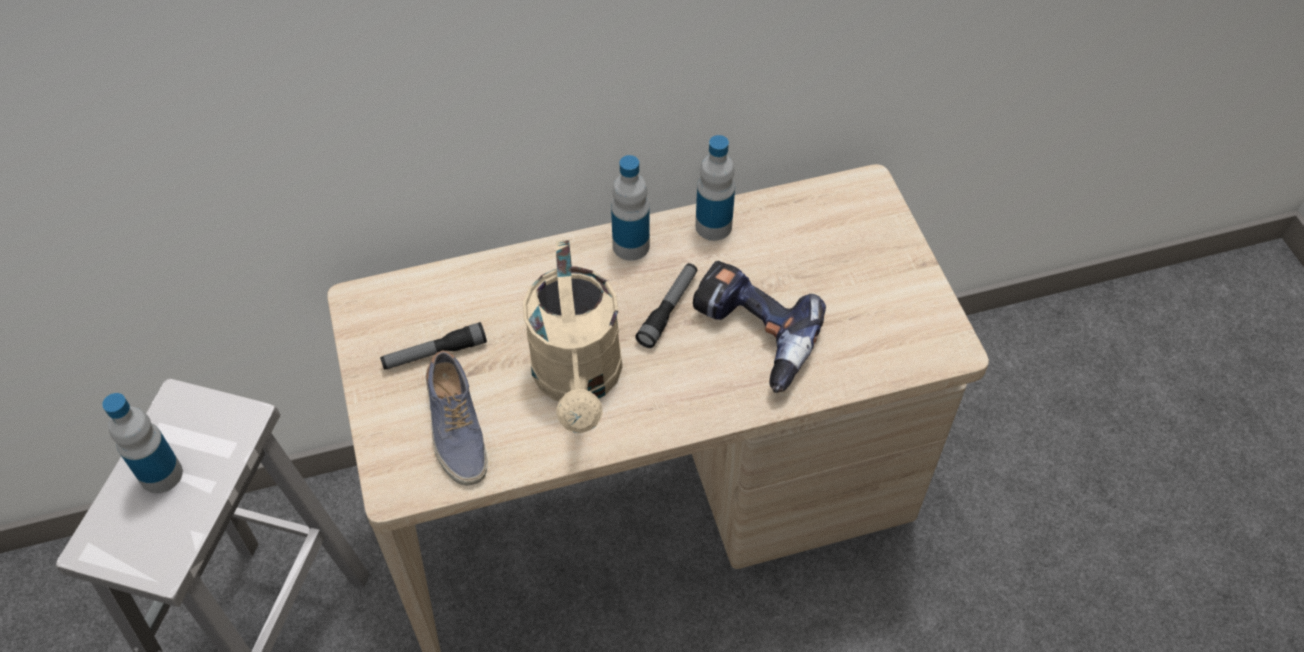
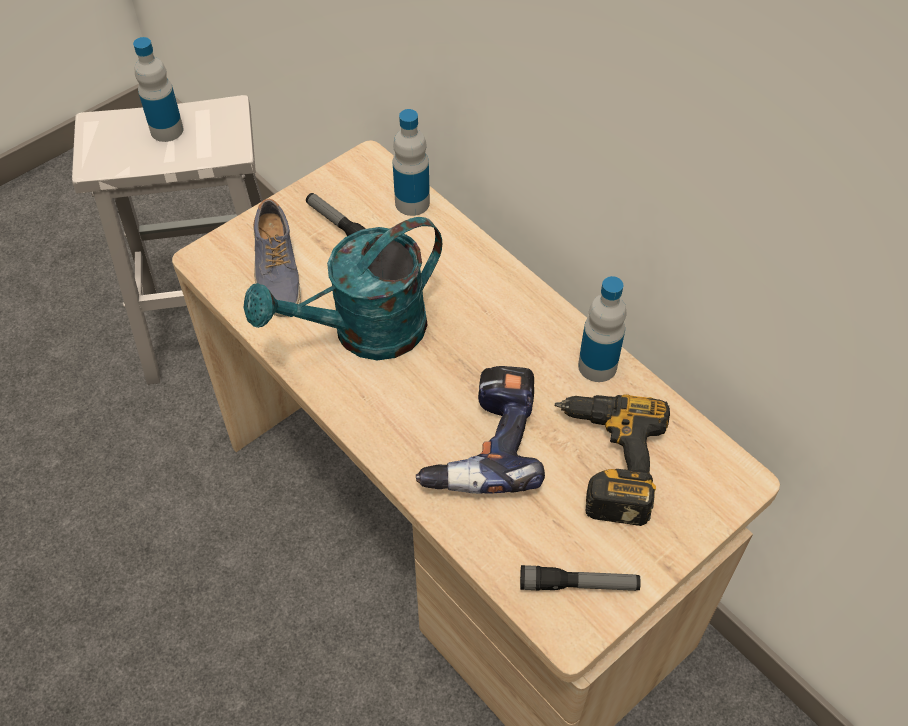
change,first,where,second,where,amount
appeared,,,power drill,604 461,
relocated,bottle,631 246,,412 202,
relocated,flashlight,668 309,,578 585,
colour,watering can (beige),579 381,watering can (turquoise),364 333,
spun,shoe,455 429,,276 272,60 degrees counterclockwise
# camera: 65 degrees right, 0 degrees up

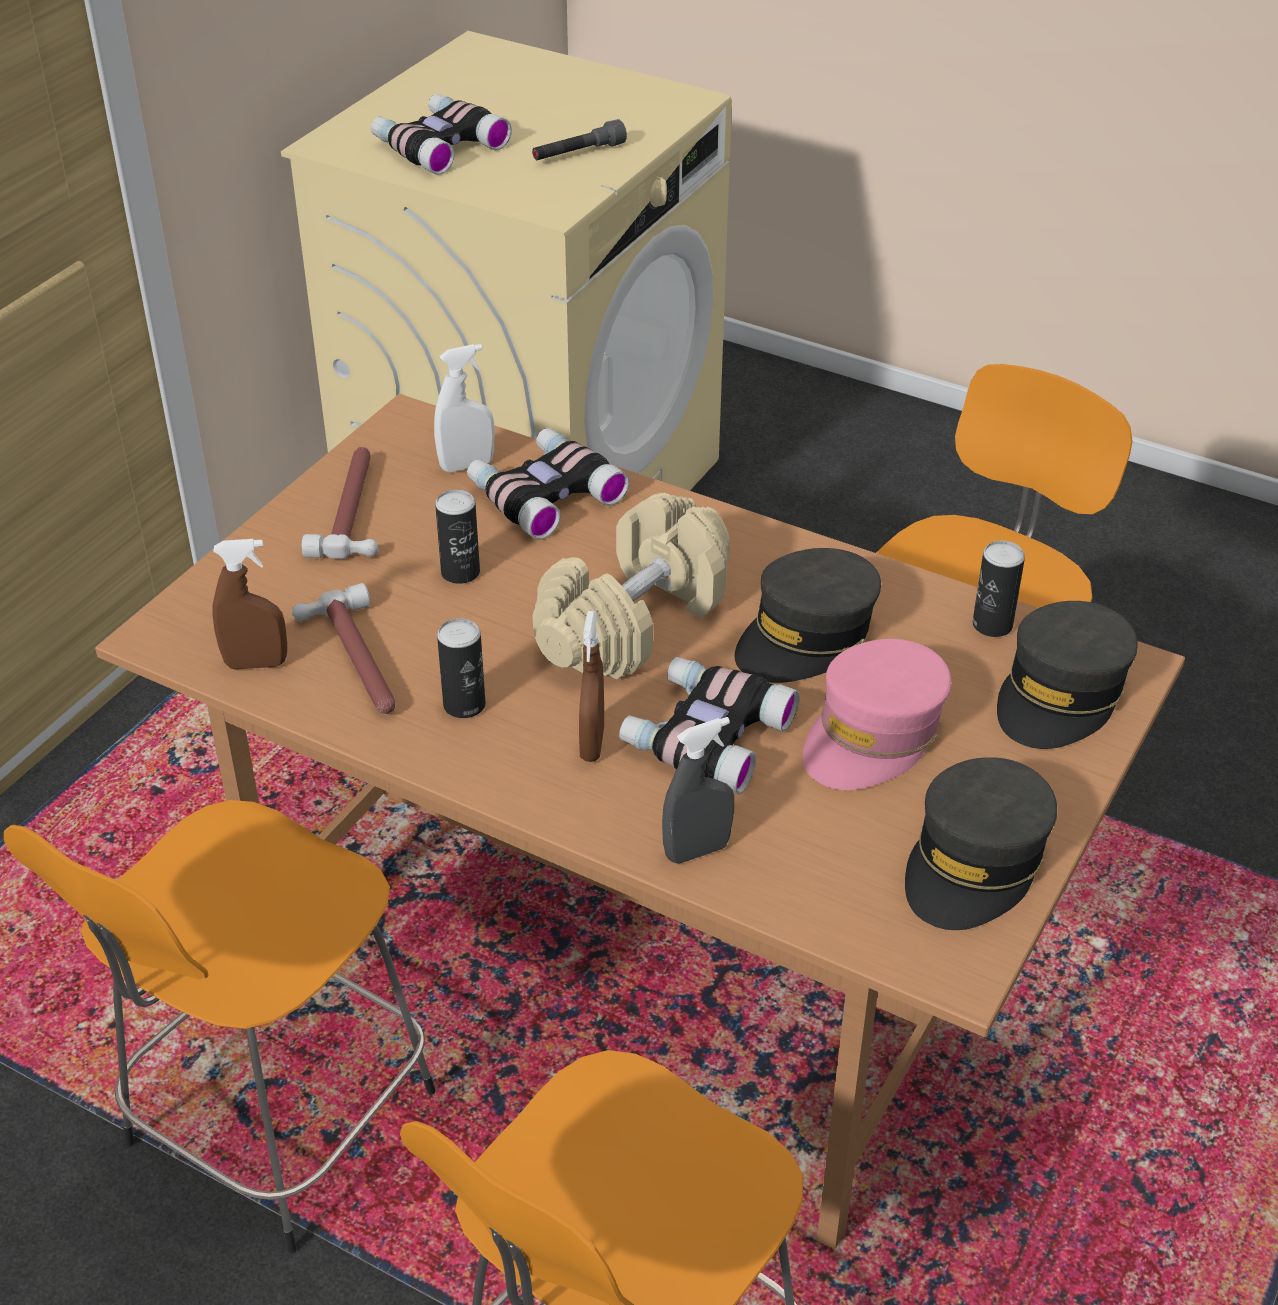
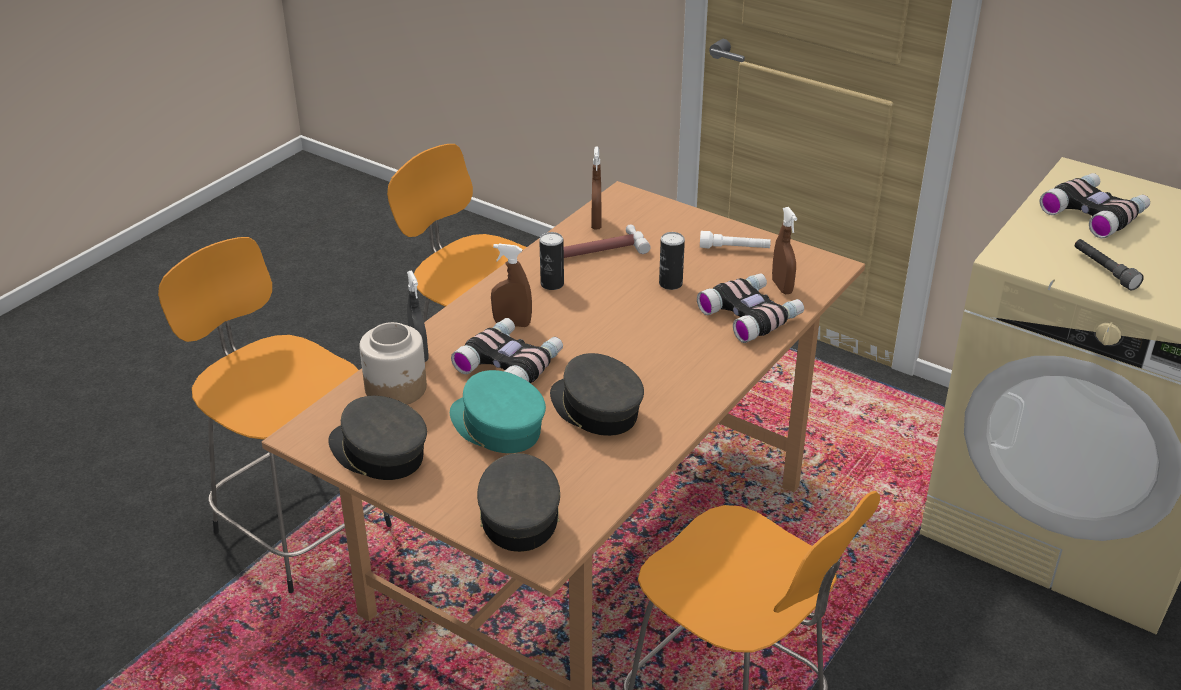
change,first,where,second,where,amount
missing,dumbbell (beige),634 622,,,
missing,can,992 625,,,
appeared,,,jar,396 388,
exchanged,hammer,354 509,flashlight (white),734 249,
colour,spray bottle (white),466 465,spray bottle (brown),782 287,
colour,cap (pink),873 734,cap (turquoise),497 427,
spun,cap (grey),1061 694,,518 515,45 degrees clockwise
# camera: 95 degrees right, 5 degrees down

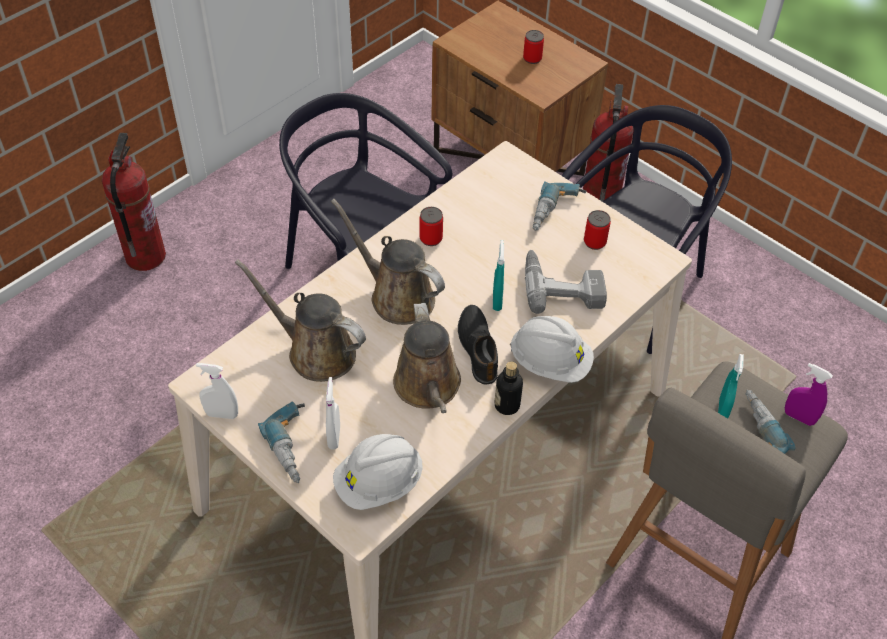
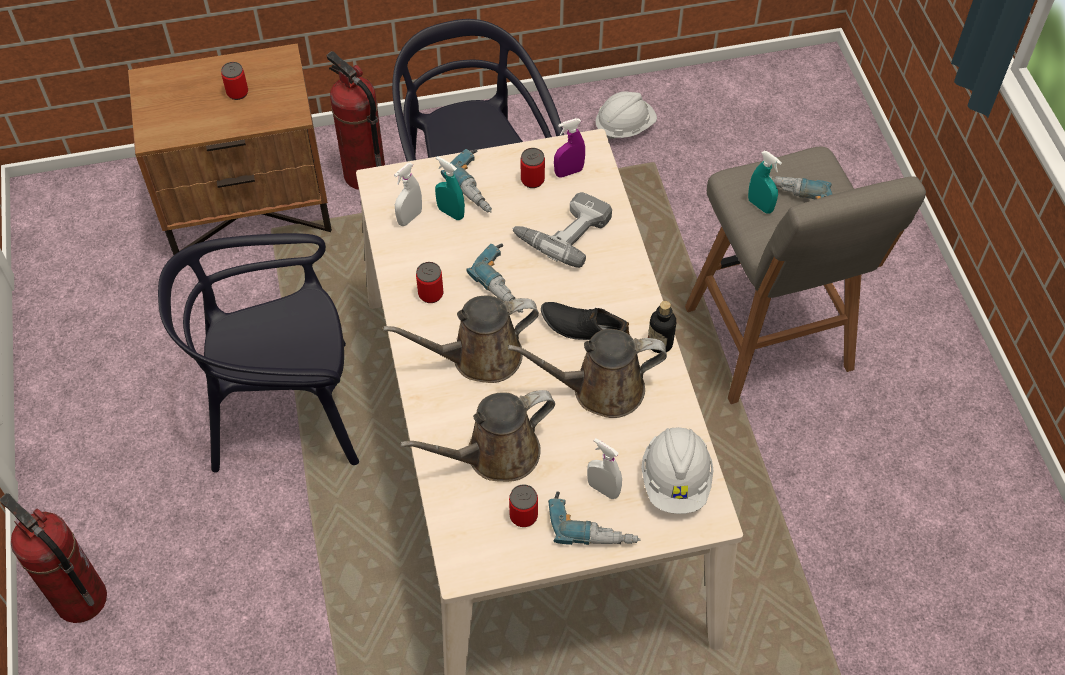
change,first,where,second,where,amount
appeared,,,power drill,506 283,
appeared,,,can,523 516,
relocated,spray bottle (white),222 414,,409 218,
relocated,spray bottle (turquoise),497 300,,450 213,
relocated,hard hat (white),550 363,,624 127,
relocated,spray bottle (purple),799 417,,569 172,
spun,watering can (brown),428 387,,600 389,150 degrees clockwise
# camera: 55 degrees left, 5 degrees up

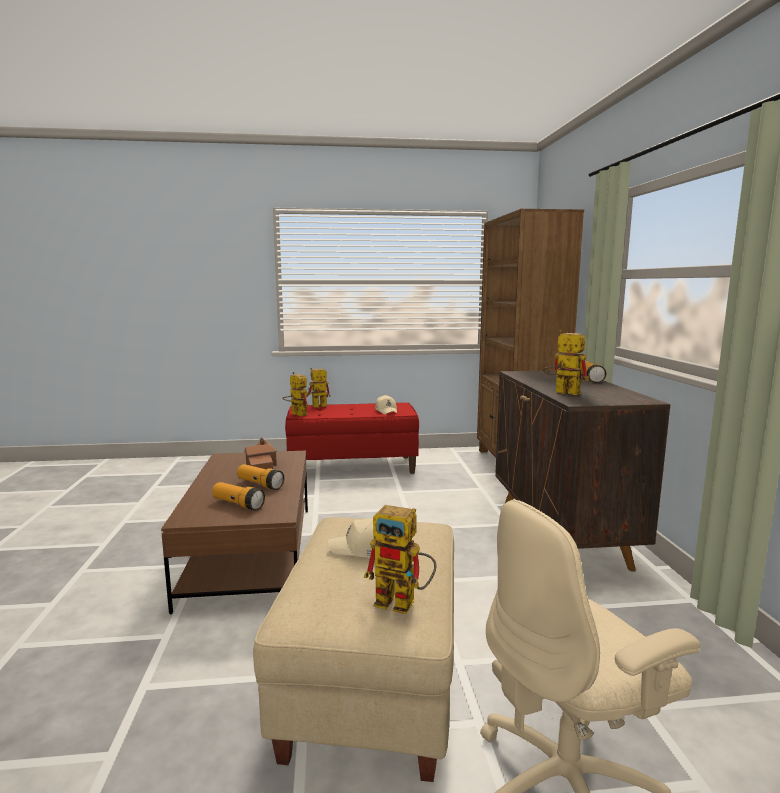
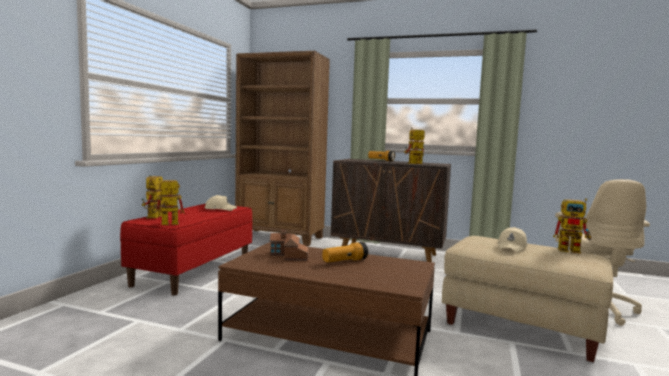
change,first,where,second,where,amount
missing,flashlight,238 504,,,
spun,toy robot,404 602,,573 250,60 degrees clockwise
# camera: 65 degrees left, 5 degrees down

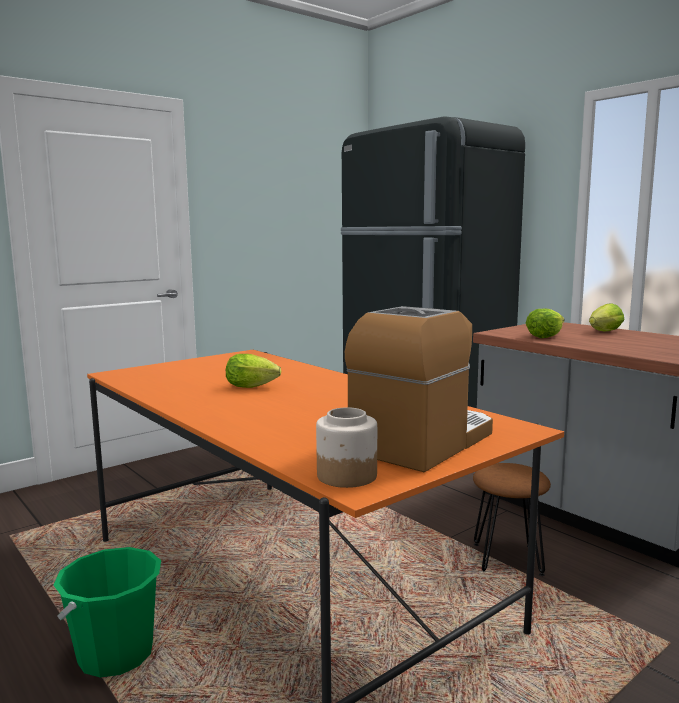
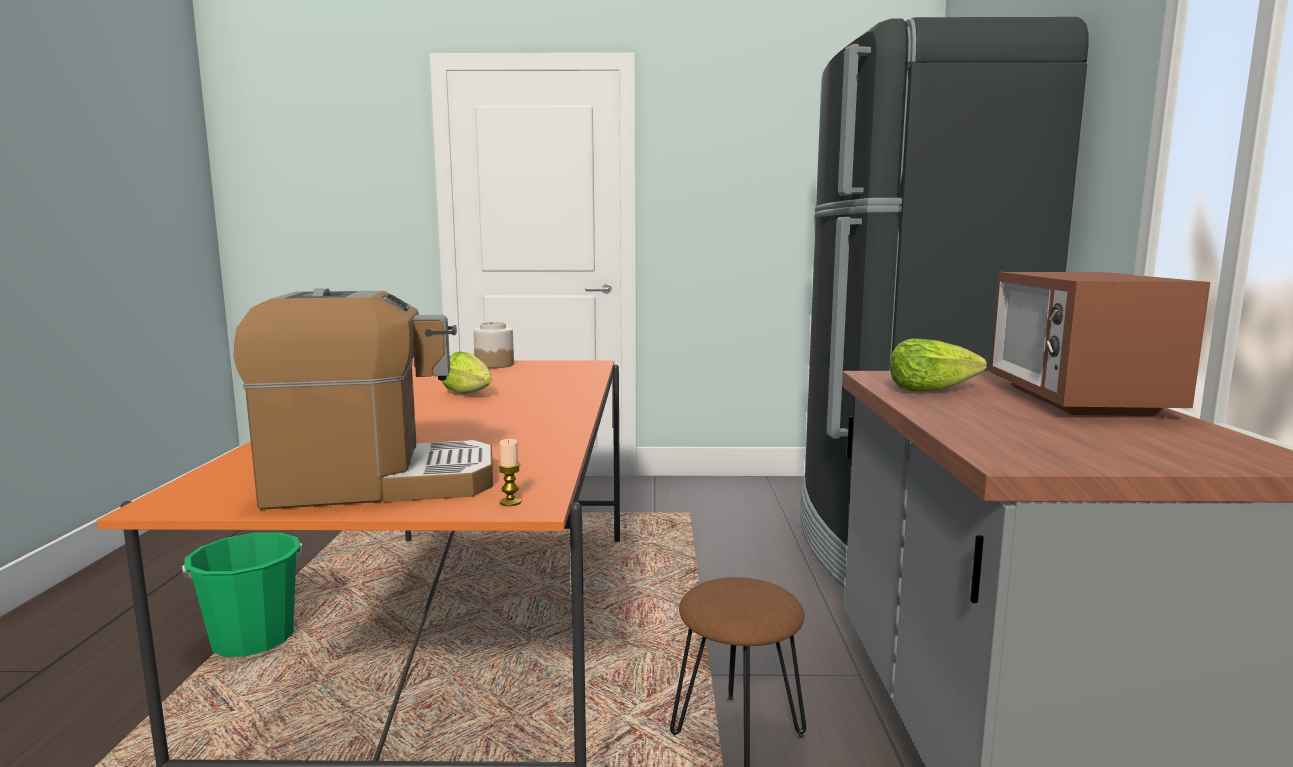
change,first,where,second,where,amount
appeared,,,candle,510 502,
relocated,jar,346 476,,494 365,
exchanged,lettuce,603 332,microwave,1076 400,
# camera: 40 degrees right, 0 degrees up

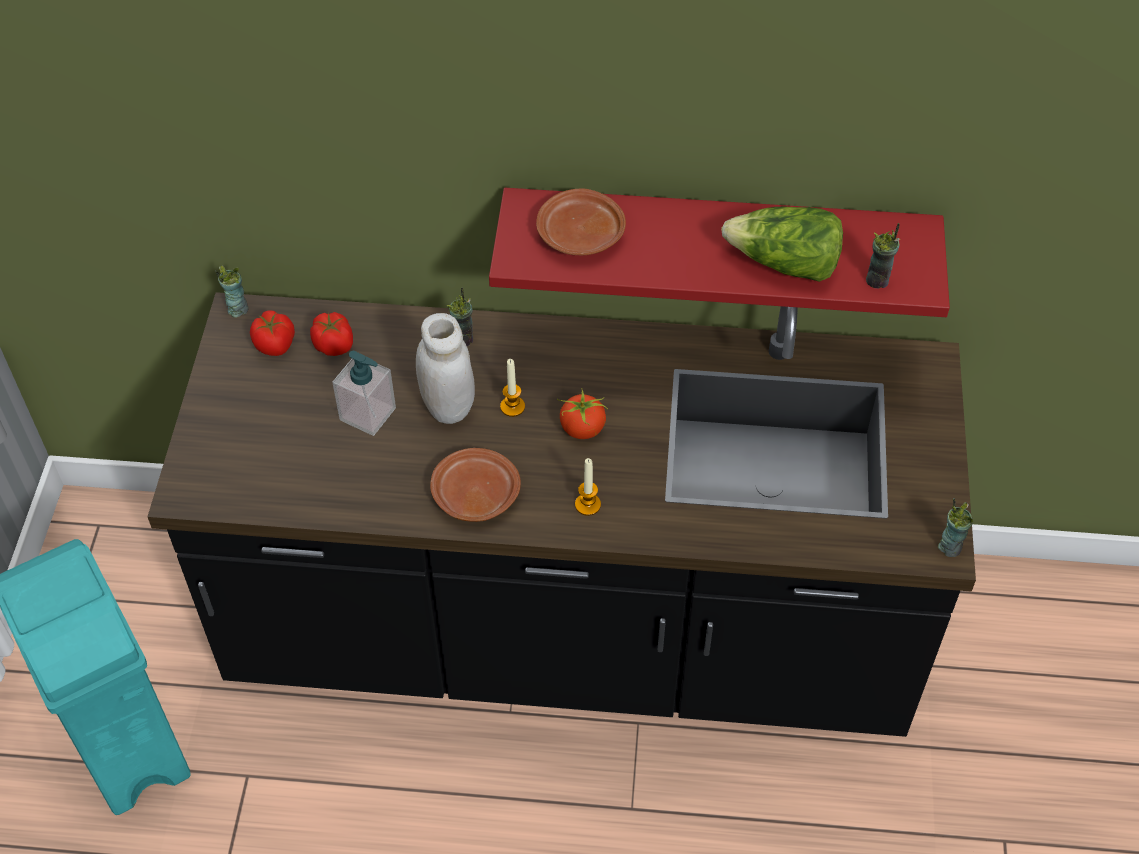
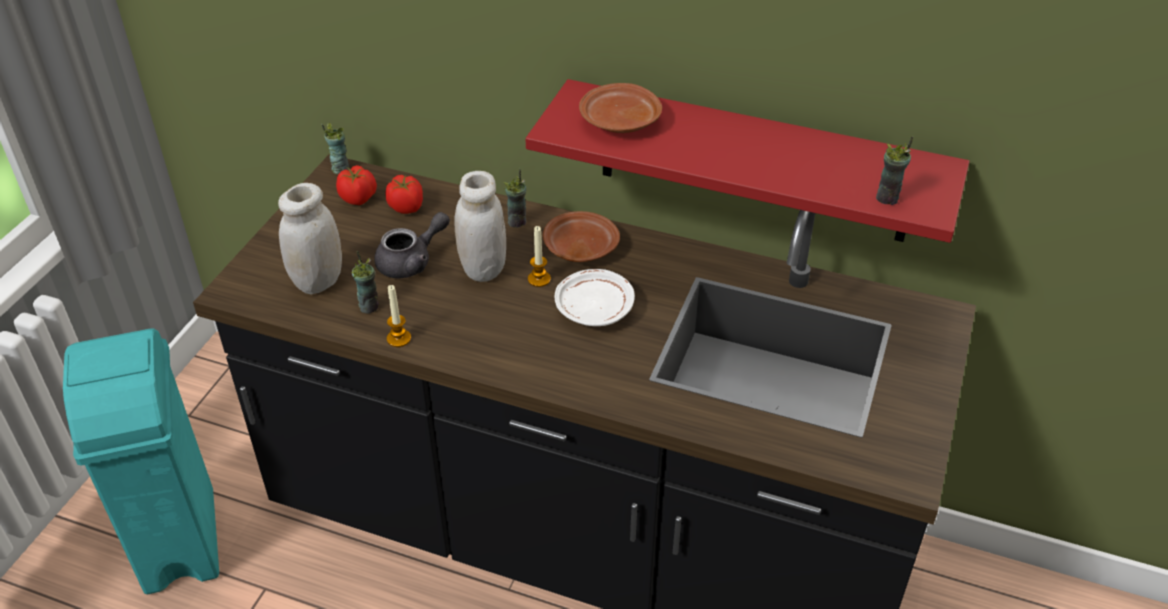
change,first,where,second,where,amount
missing,lettuce,784 264,,,
appeared,,,jar (white),318 281,
relocated,plate (brown),474 494,,580 247,
relocated,candle,587 505,,399 338,
relocated,cup,950 547,,369 306,
exchanged,soap dispenser,368 414,teapot (grey),412 262,
exchanged,tomato,582 429,plate (white),594 308,
# camera: 15 degrees right, 10 degrees down

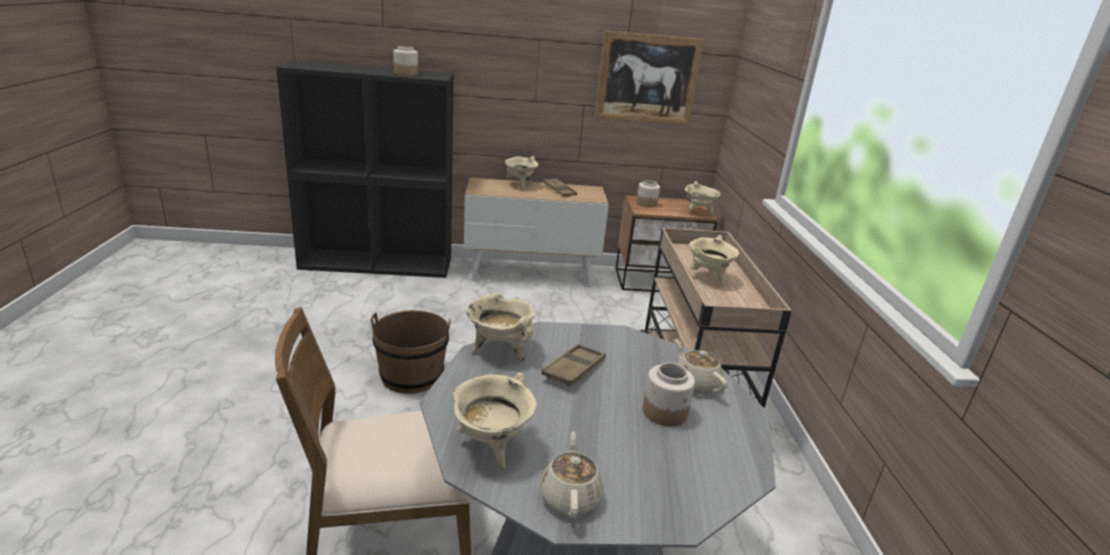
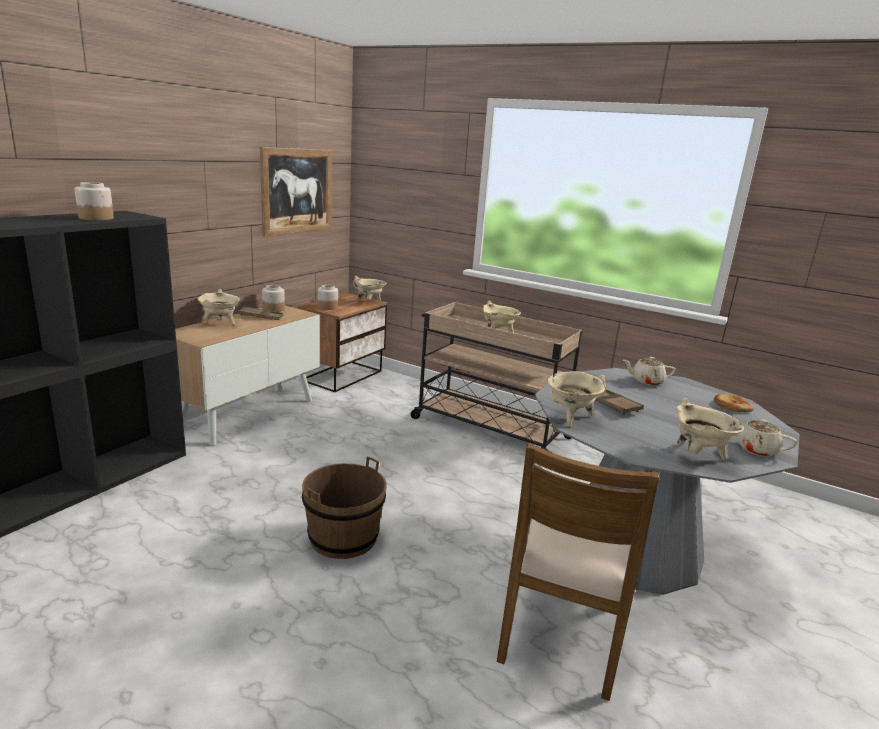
change,first,where,second,where,amount
appeared,,,bread,731 406,
relocated,jar,665 412,,274 309,
# camera: 55 degrees left, 5 degrees down

